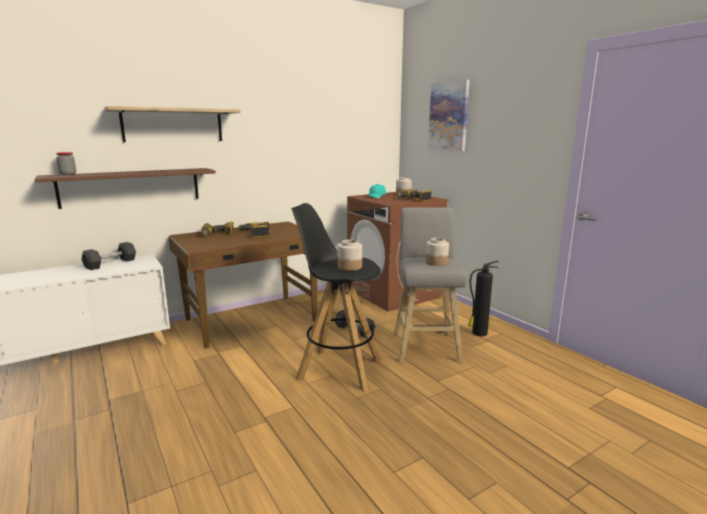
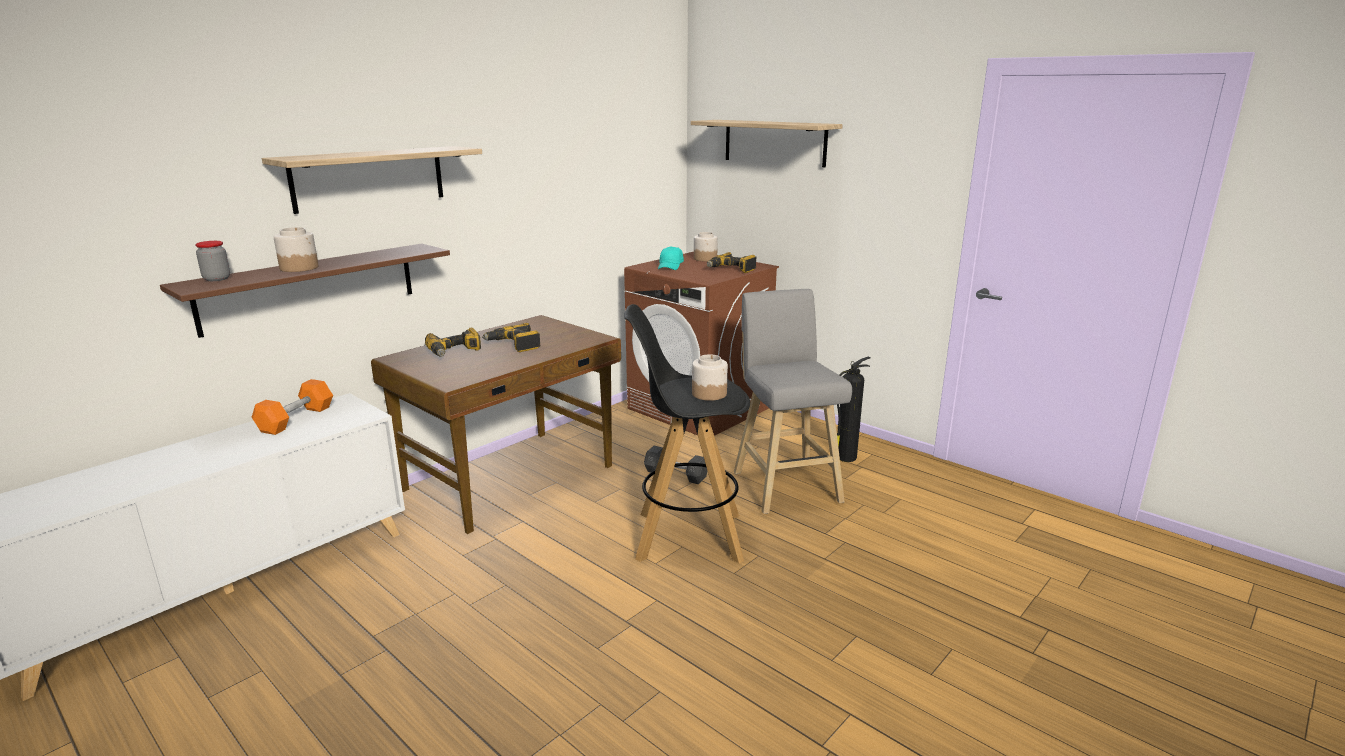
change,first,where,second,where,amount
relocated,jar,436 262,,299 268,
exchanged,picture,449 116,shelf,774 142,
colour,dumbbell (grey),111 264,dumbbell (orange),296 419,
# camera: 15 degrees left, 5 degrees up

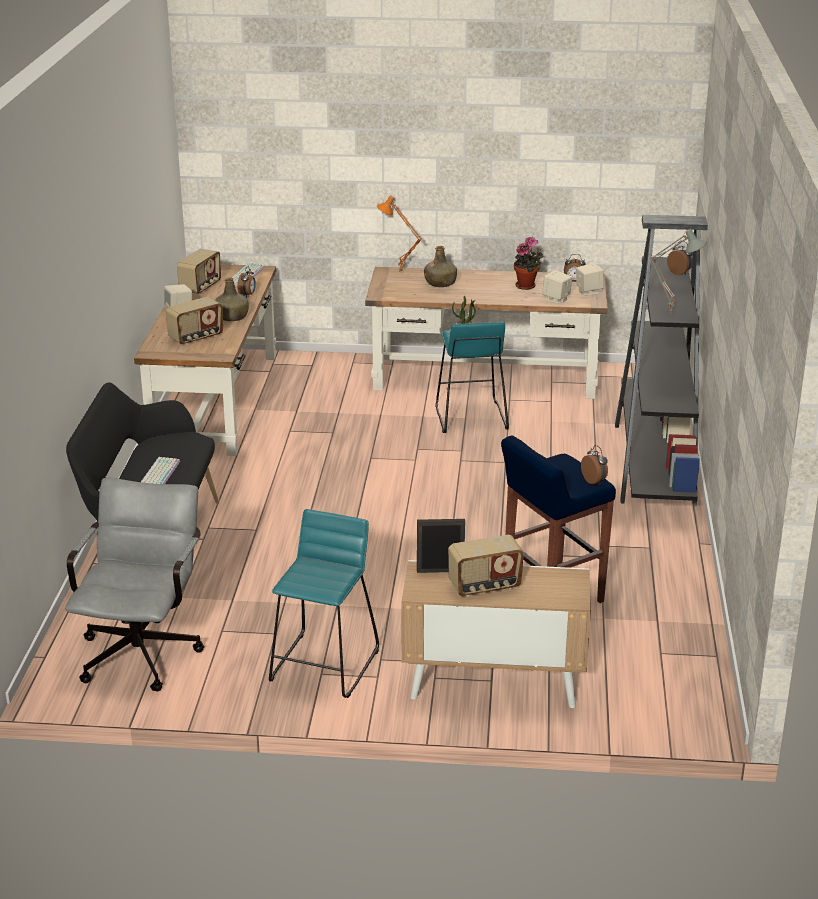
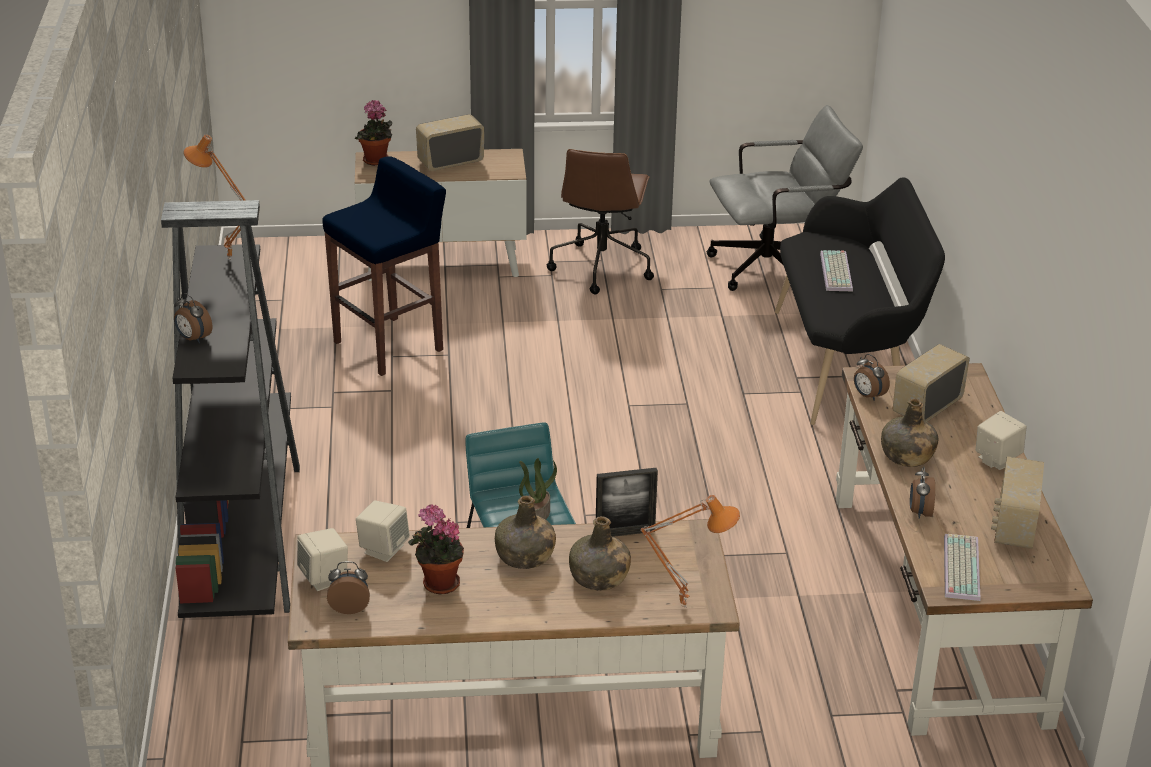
change,first,where,second,where,amount
appeared,,,potted plant,376 161,
appeared,,,bottle (green),525 556,
relocated,picture frame,440 571,,625 533,
relocated,alarm clock,594 481,,868 396,
exchanged,stool (turquoise),325 665,office chair (brown),601 266,
colour,table lamp (grey),672 313,table lamp (orange),227 259,
spun,office chair (grey),143 649,,777 267,105 degrees counterclockwise
# camera: 170 degrees right, 5 degrees up

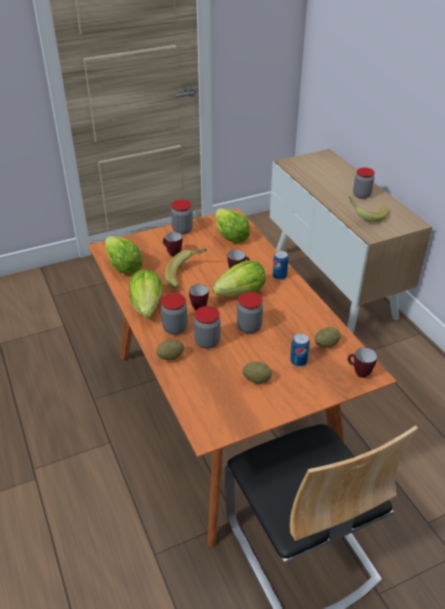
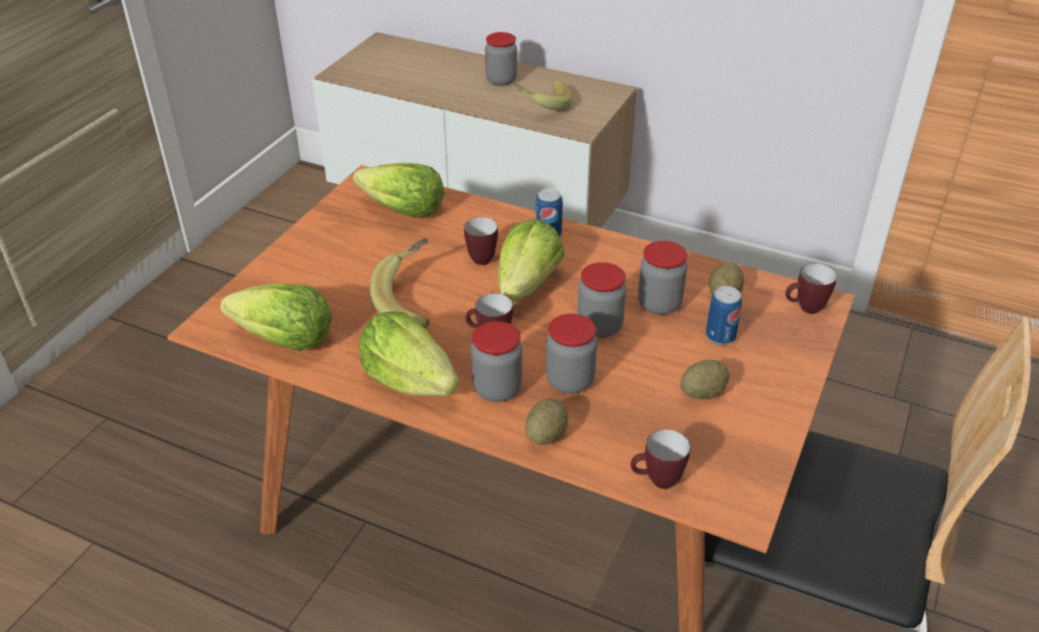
change,first,where,second,where,amount
relocated,mug,172 253,,656 482,
relocated,jar,182 230,,659 304,
# camera: 40 degrees left, 0 degrees up

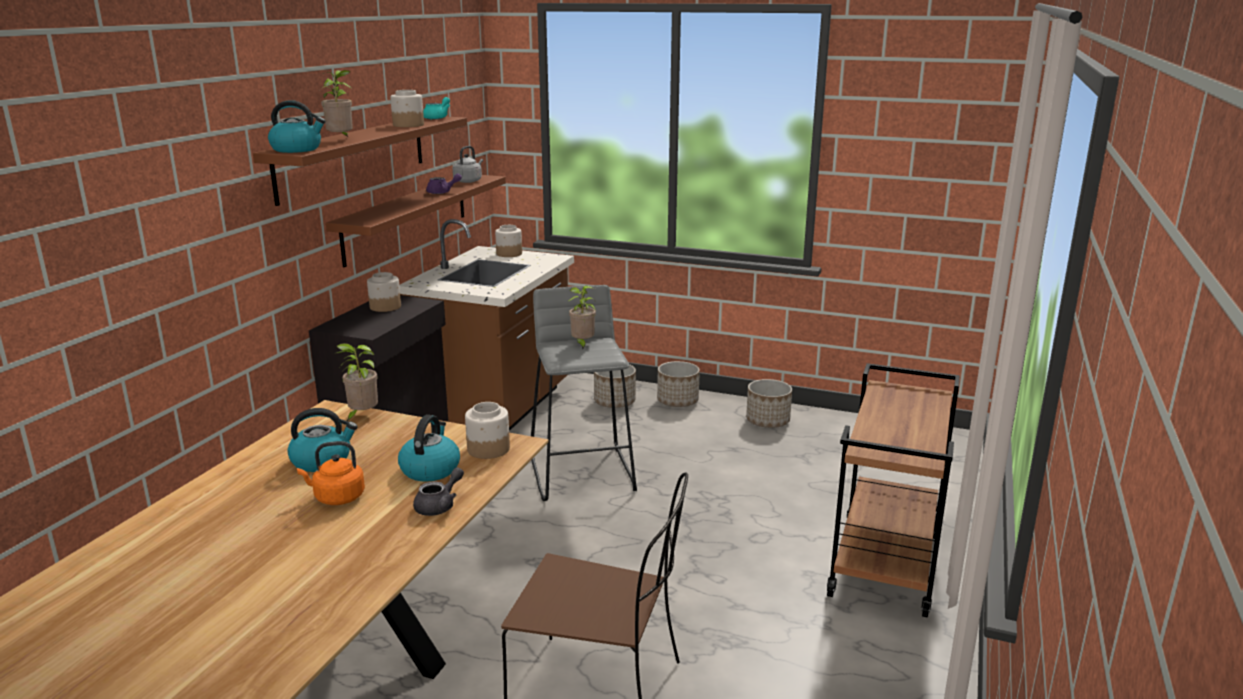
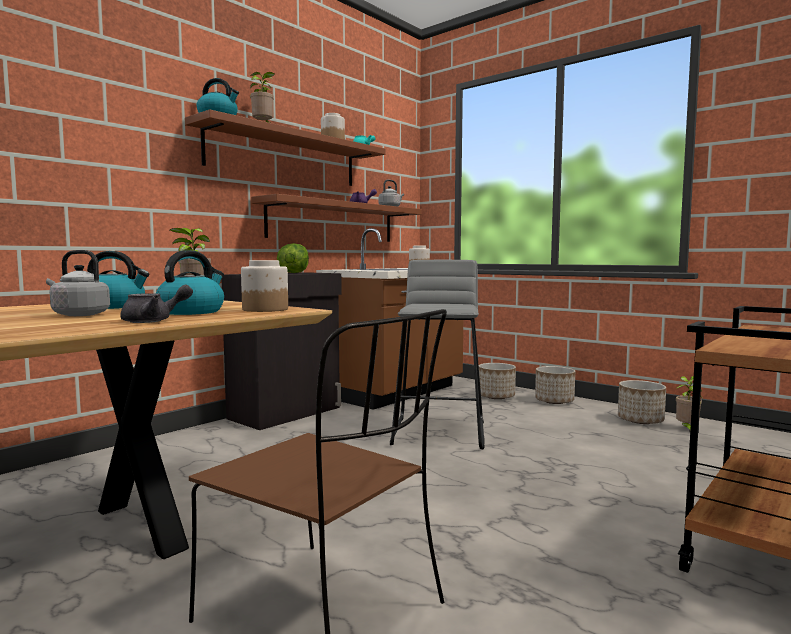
change,first,where,second,where,amount
relocated,potted plant,582 344,,686 429,
exchanged,jar,385 307,lettuce,293 273,
colour,kettle (orange),337 498,kettle (grey),78 315,
# camera: 20 degrees right, 15 degrees down

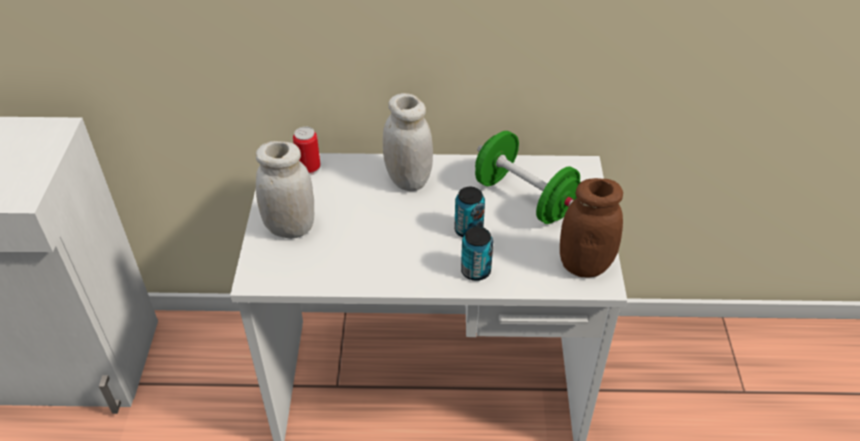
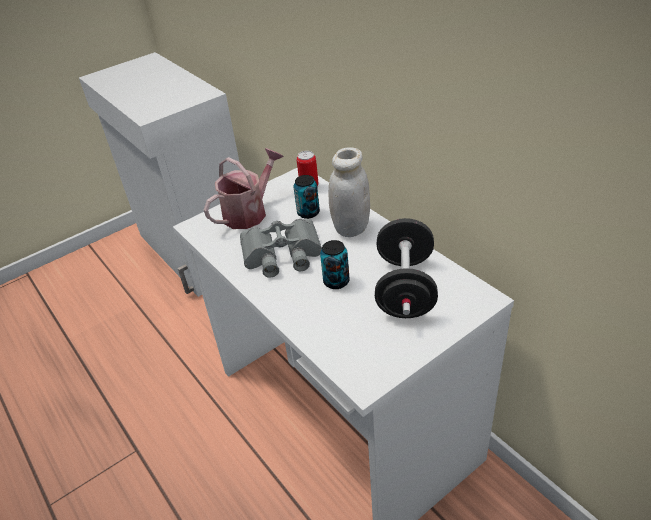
change,first,where,second,where,amount
missing,jar (brown),584 265,,,
appeared,,,binoculars (grey),282 255,
relocated,can,475 271,,308 213,
exchanged,jar (white),290 227,watering can,249 212,
colour,dumbbell (green),524 198,dumbbell (black),405 289,
# camera: 55 degrees right, 5 degrees down

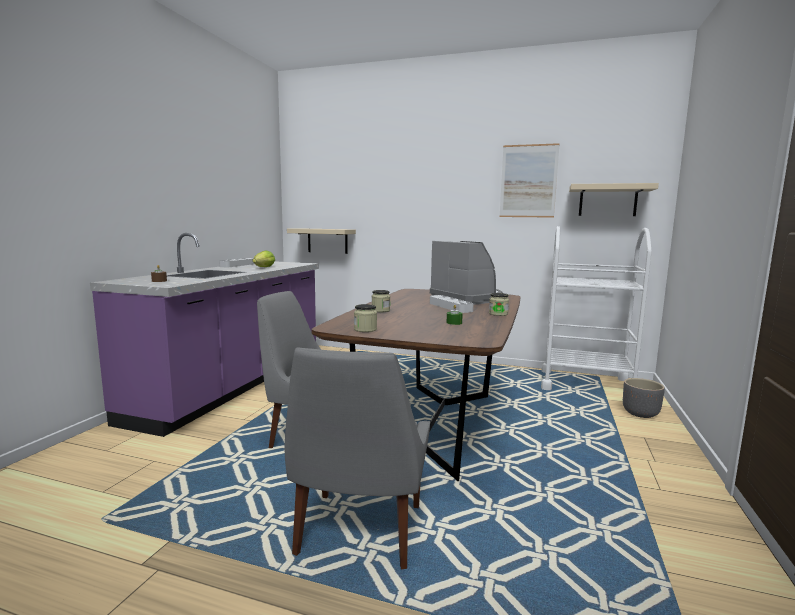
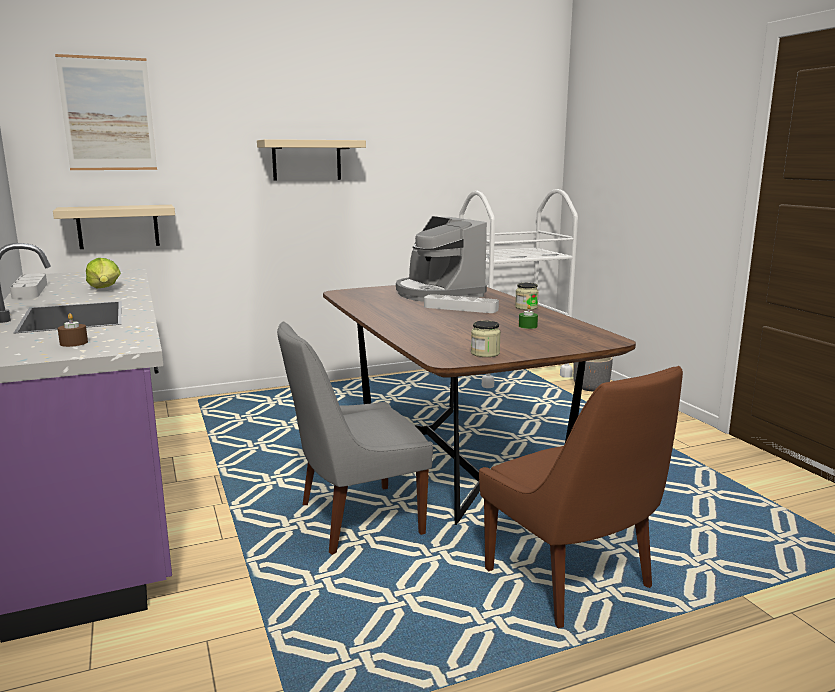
change,first,where,second,where,amount
missing,jar,380 310,,,
relocated,picture,528 181,,108 114,
relocated,shelf (beige),607 201,,306 160,
colour,chair (grey),358 532,chair (brown),572 581,
spun,coffee machine,467 298,,437 293,135 degrees counterclockwise
# camera: 40 degrees left, 5 degrees up

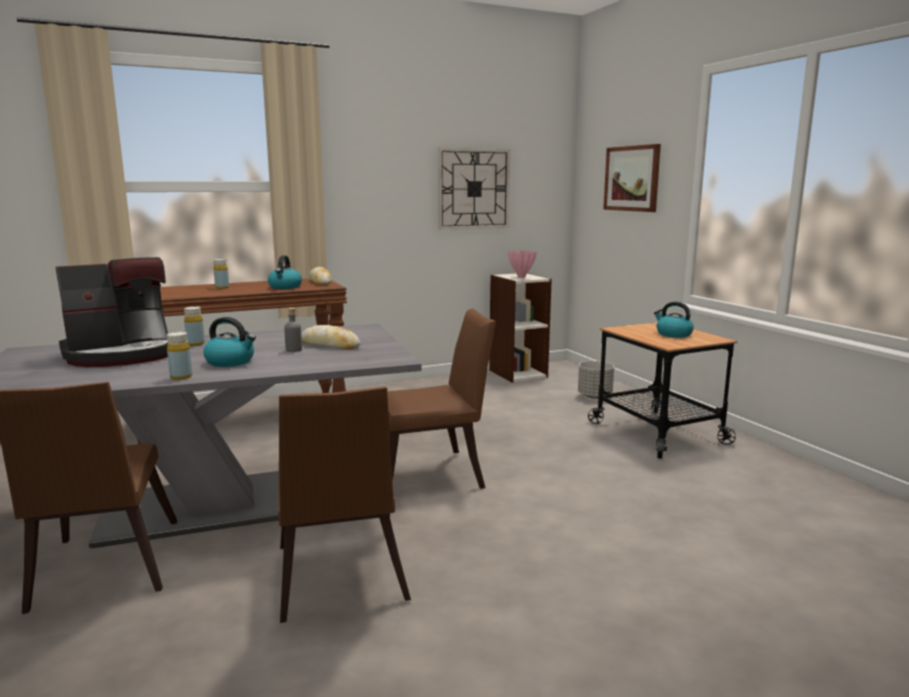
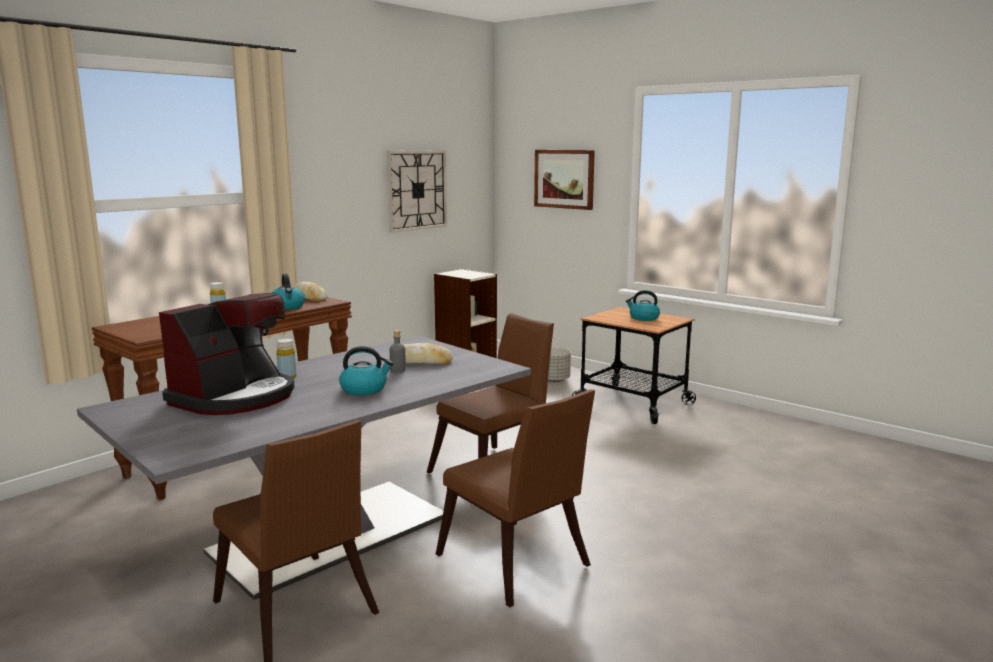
change,first,where,second,where,amount
missing,bottle (yellow),181 377,,,
missing,vase (pink),521 277,,,
# camera: 25 degrees left, 0 degrees up

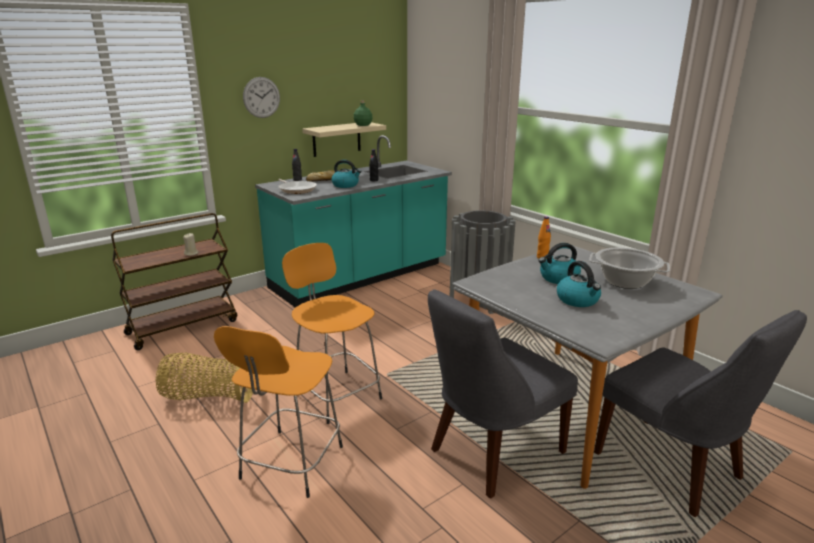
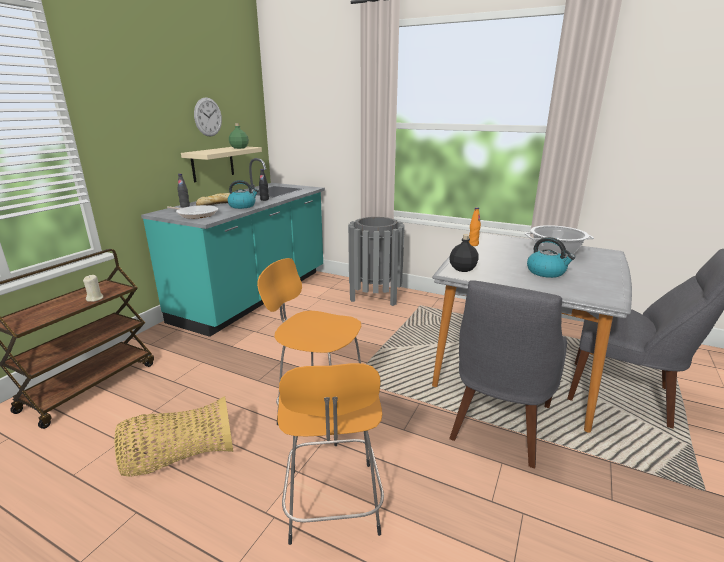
change,first,where,second,where,amount
missing,kettle,558 278,,,
appeared,,,bottle (black),463 269,
relocated,wall clock,261 97,,208 117,
# camera: 25 degrees left, 0 degrees up

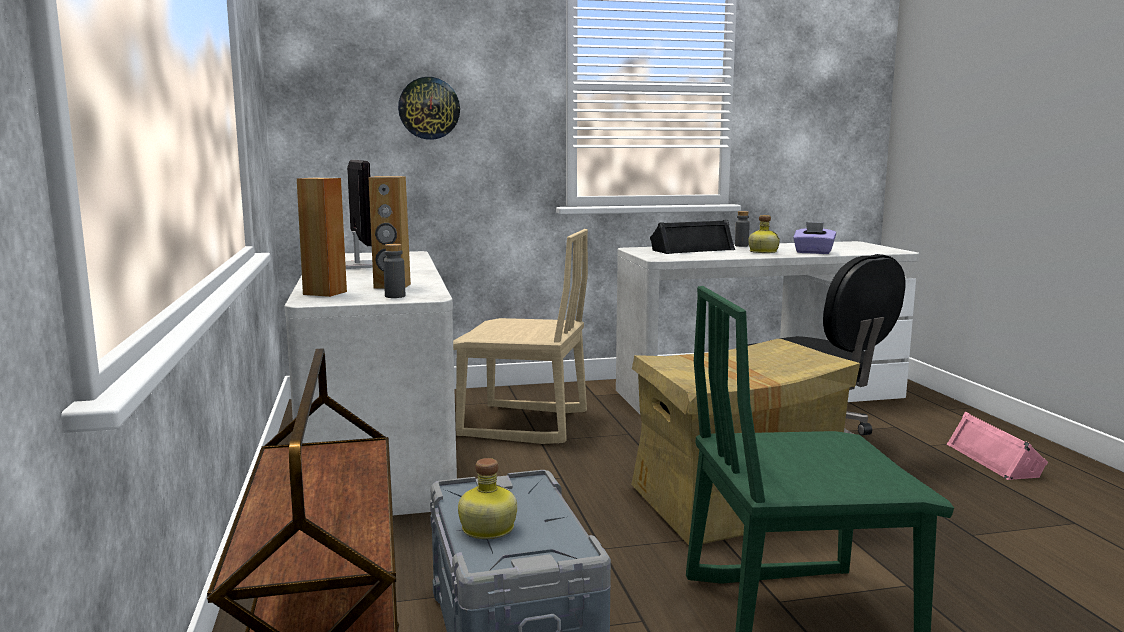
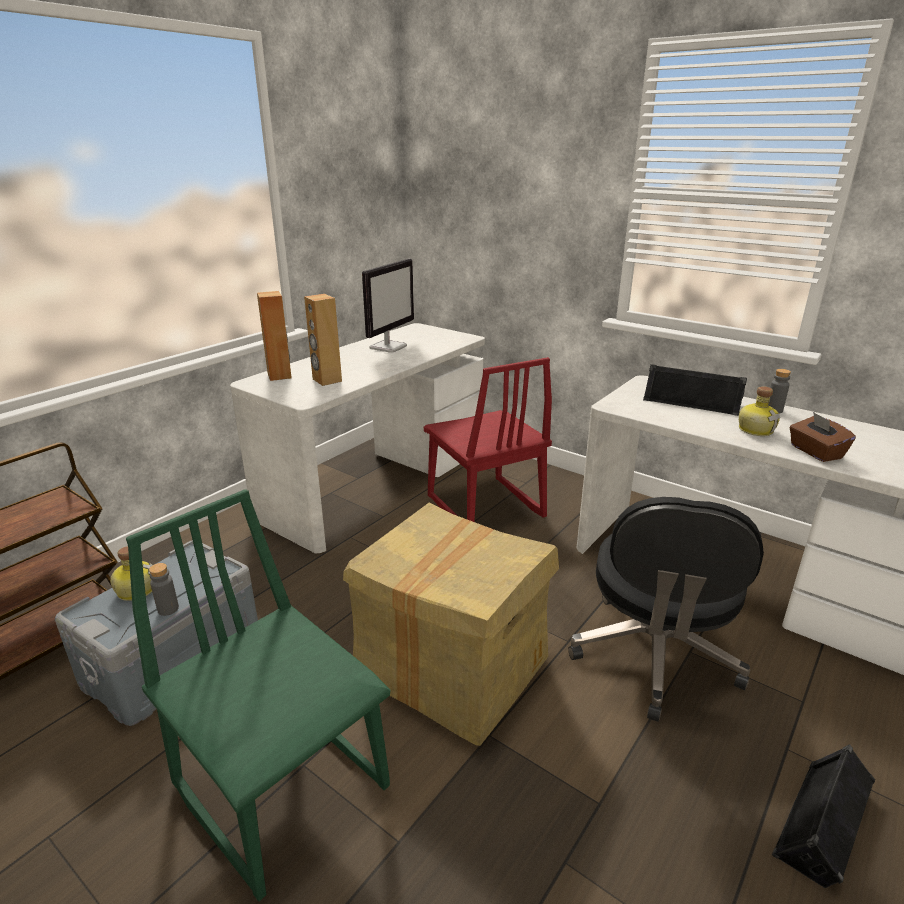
change,first,where,second,where,amount
missing,wall clock,429 108,,,
relocated,bottle (grey),395 296,,168 609,
colour,chair (beige),523 425,chair (red),484 507,
colour,tissue box (purple),813 252,tissue box (brown),815 452,
colour,speaker (pink),995 460,speaker (black),825 824,
# camera: 50 degrees right, 15 degrees up

